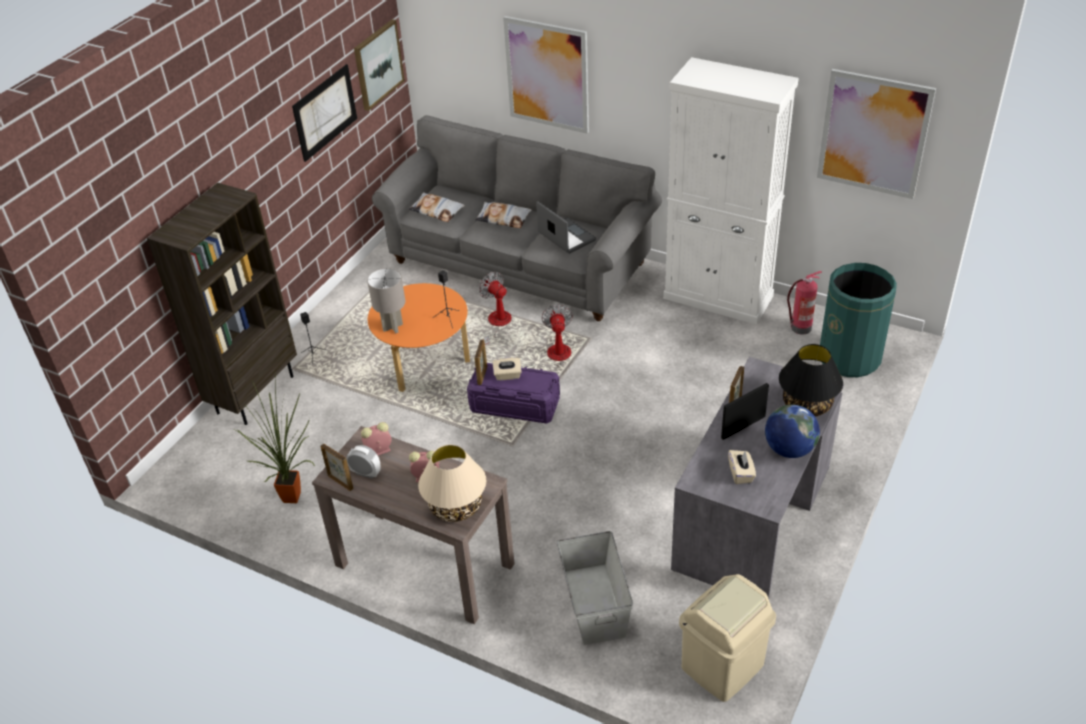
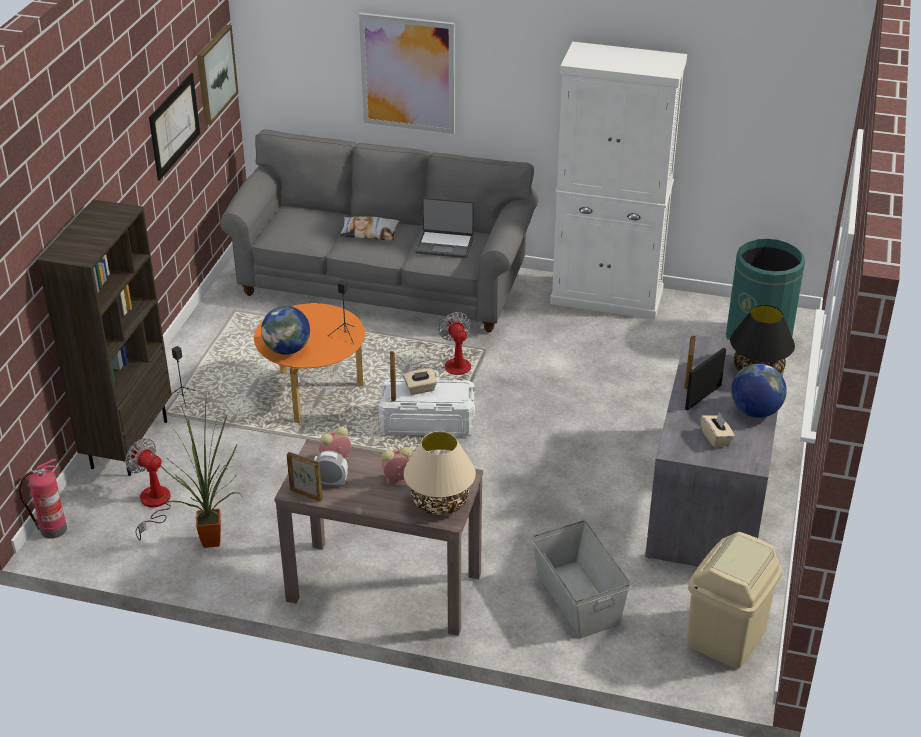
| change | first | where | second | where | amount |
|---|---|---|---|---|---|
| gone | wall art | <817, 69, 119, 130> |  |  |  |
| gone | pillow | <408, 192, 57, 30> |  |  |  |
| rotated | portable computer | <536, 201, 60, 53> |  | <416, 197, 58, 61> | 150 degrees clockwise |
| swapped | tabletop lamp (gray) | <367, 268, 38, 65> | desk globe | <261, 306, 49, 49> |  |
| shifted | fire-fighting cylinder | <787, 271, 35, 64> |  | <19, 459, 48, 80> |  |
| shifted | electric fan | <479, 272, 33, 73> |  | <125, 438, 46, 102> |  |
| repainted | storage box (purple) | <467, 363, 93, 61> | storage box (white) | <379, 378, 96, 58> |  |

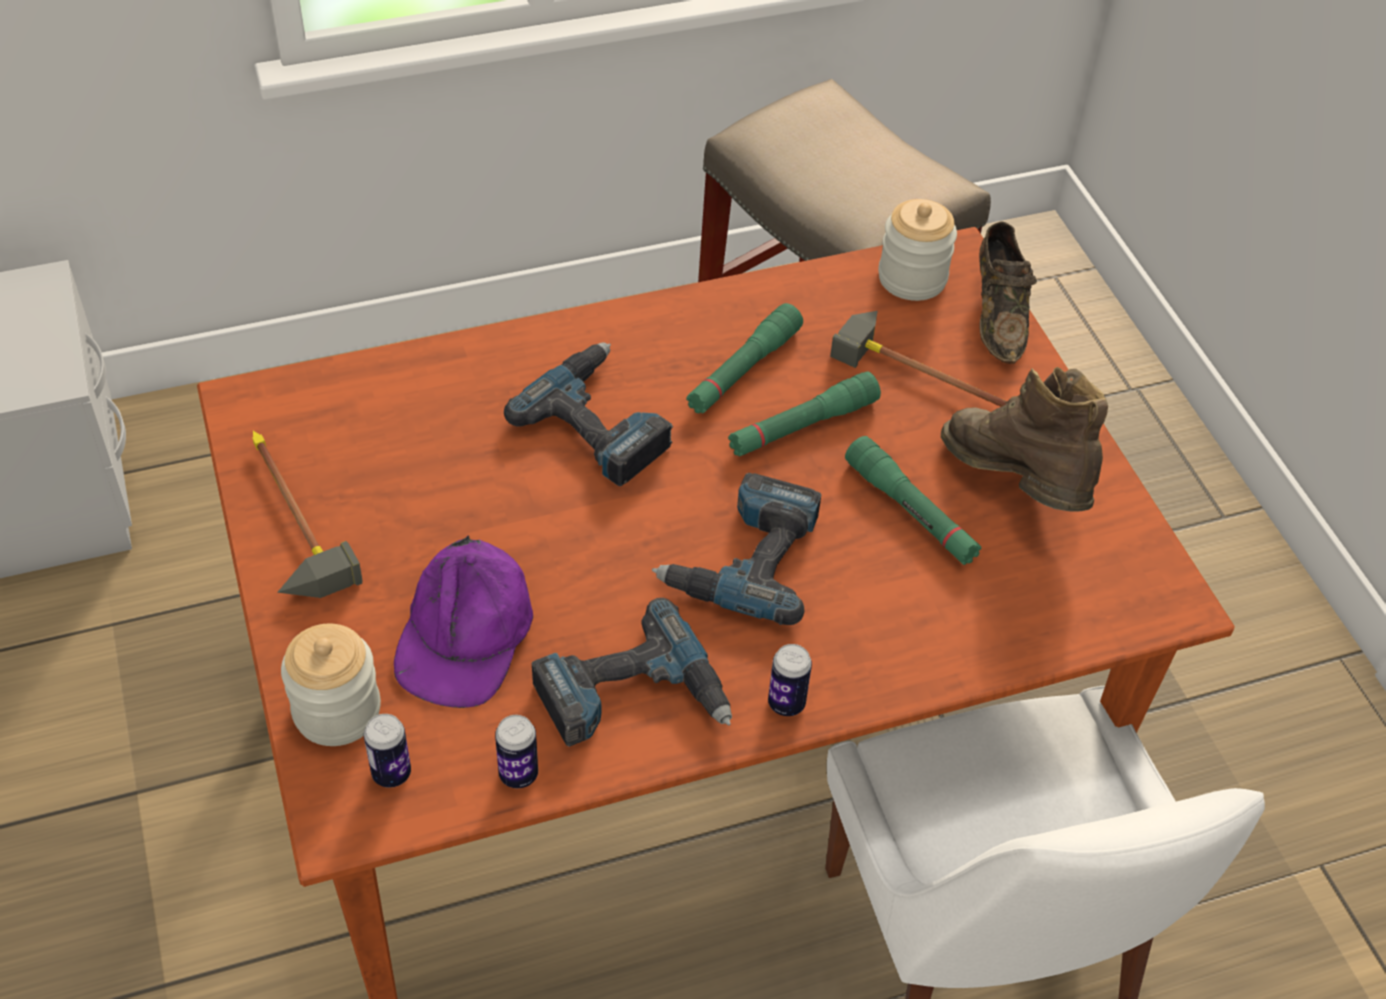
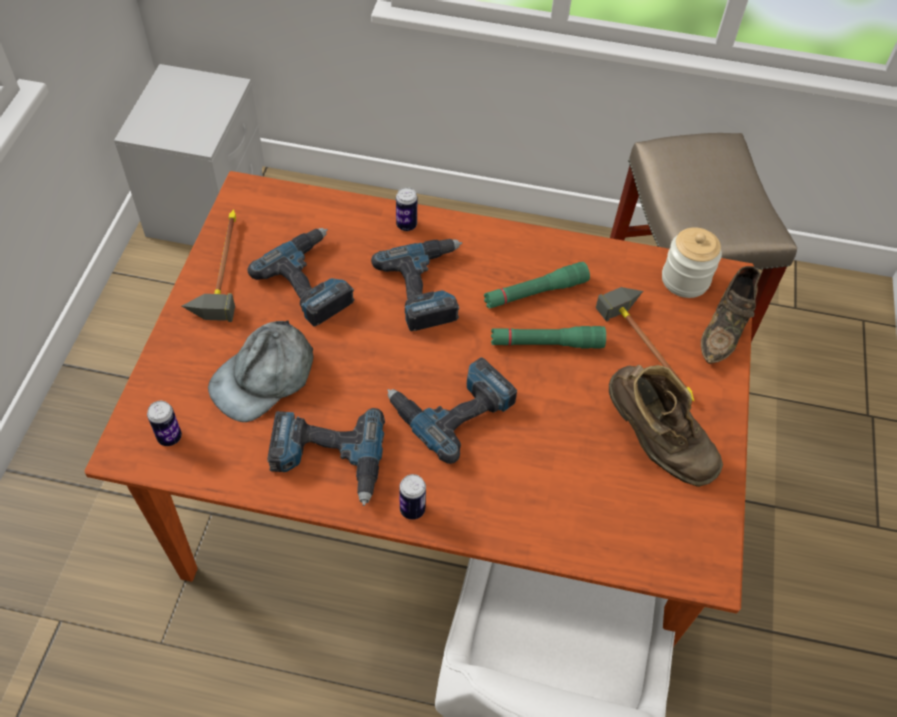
| change | first | where | second | where | amount |
|---|---|---|---|---|---|
| rotated | boot (brown) | <941, 367, 167, 145> |  | <609, 365, 114, 122> | 135 degrees clockwise |
| gone | hand torch (greenish) | <845, 436, 137, 129> |  |  |  |
| repainted | peaked cap (purple) | <394, 535, 139, 173> | peaked cap (gray) | <208, 320, 106, 102> |  |
| gone | storage jar | <281, 624, 100, 122> |  |  |  |
| shifted | can | <495, 715, 43, 73> |  | <396, 187, 21, 44> |  |
| new |  |  | power drill | <248, 228, 107, 99> |  |

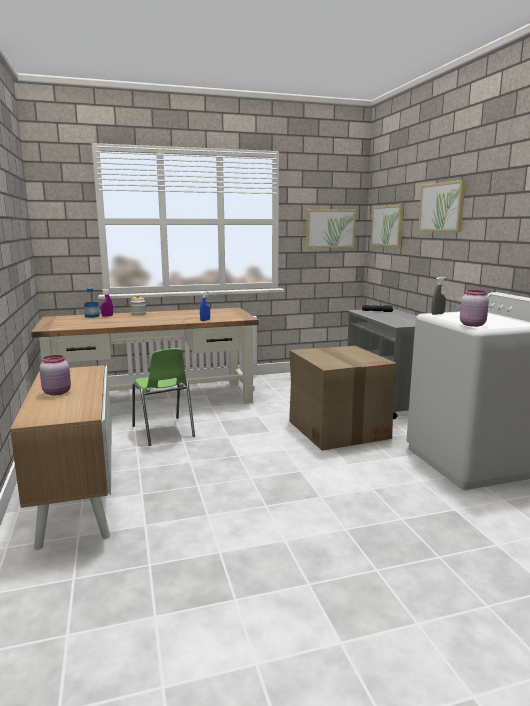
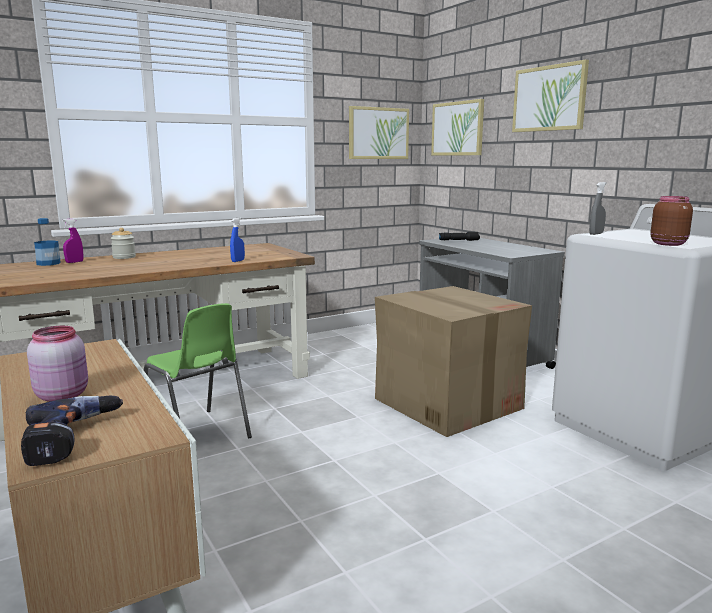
| change | first | where | second | where | amount |
|---|---|---|---|---|---|
| repainted | storage jar (pink) | <460, 290, 29, 37> | storage jar (brown) | <650, 196, 43, 50> |  |
| new |  |  | power drill | <21, 396, 102, 70> |  |

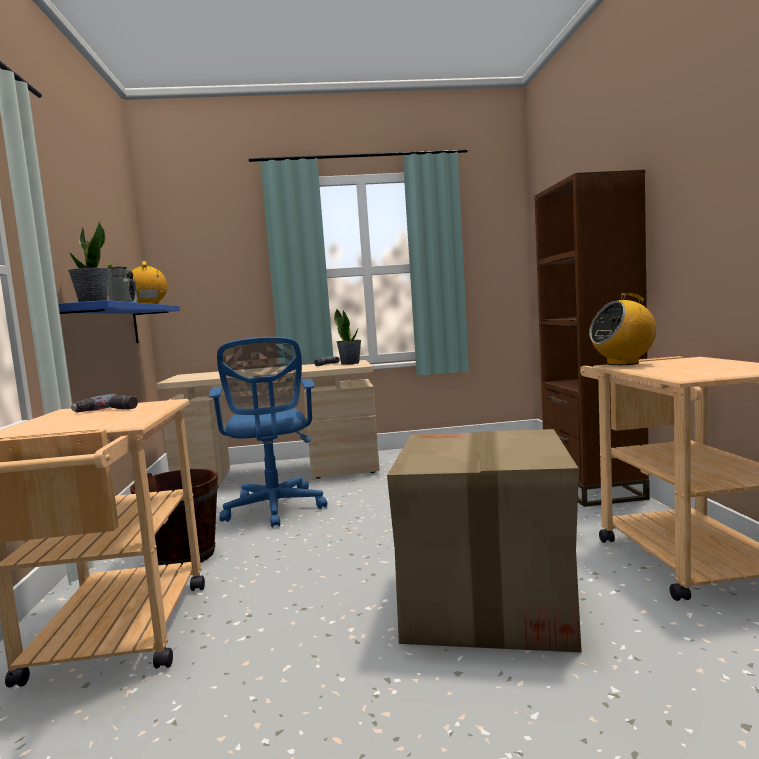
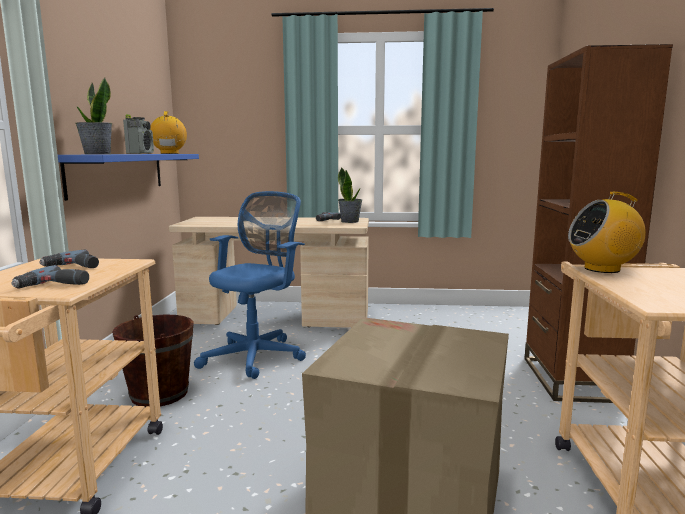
| change | first | where | second | where | amount |
|---|---|---|---|---|---|
| rotated | office chair (bluish) | <209, 337, 118, 191> |  | <194, 191, 112, 188> | 150 degrees counterclockwise |
| new |  |  | power drill | <11, 265, 78, 24> |  |

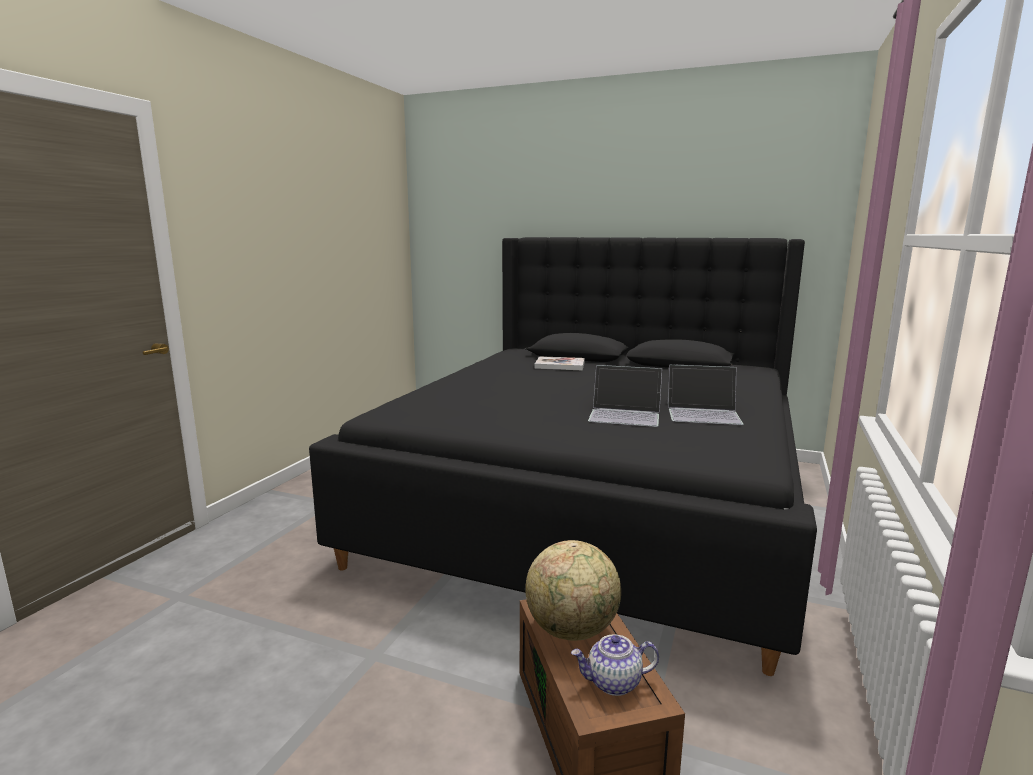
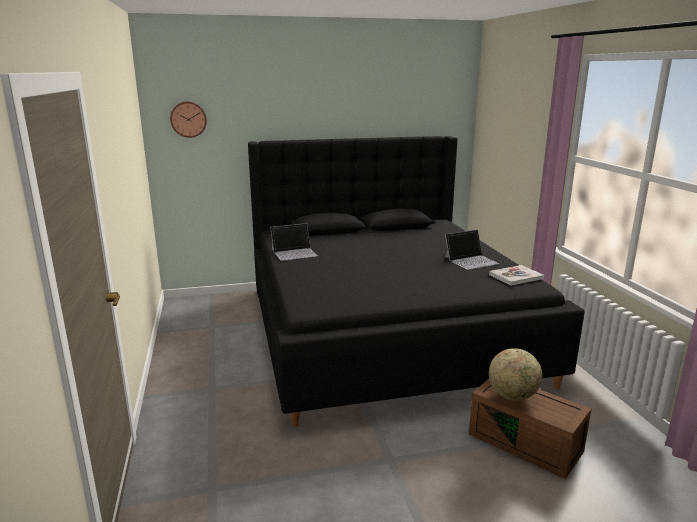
| change | first | where | second | where | amount |
|---|---|---|---|---|---|
| shifted | book | <534, 356, 51, 14> |  | <489, 265, 55, 21> |  |
| shifted | portable computer | <588, 365, 74, 62> |  | <270, 223, 48, 38> |  |
| gone | tea pot | <571, 634, 88, 62> |  |  |  |
| new |  |  | clock on the wall | <170, 101, 37, 37> |  |

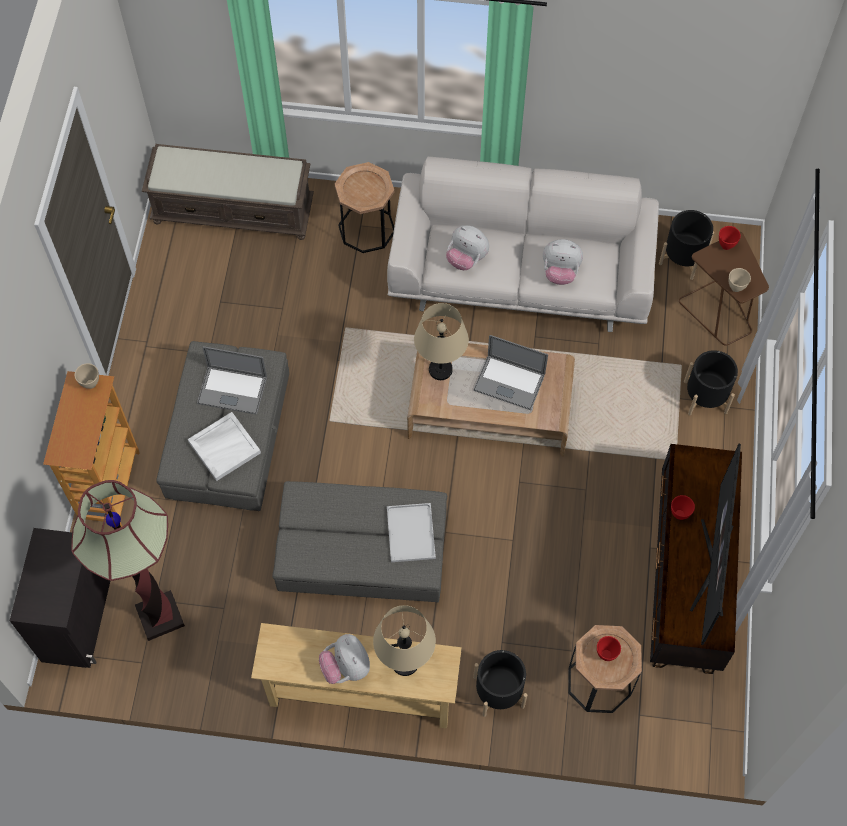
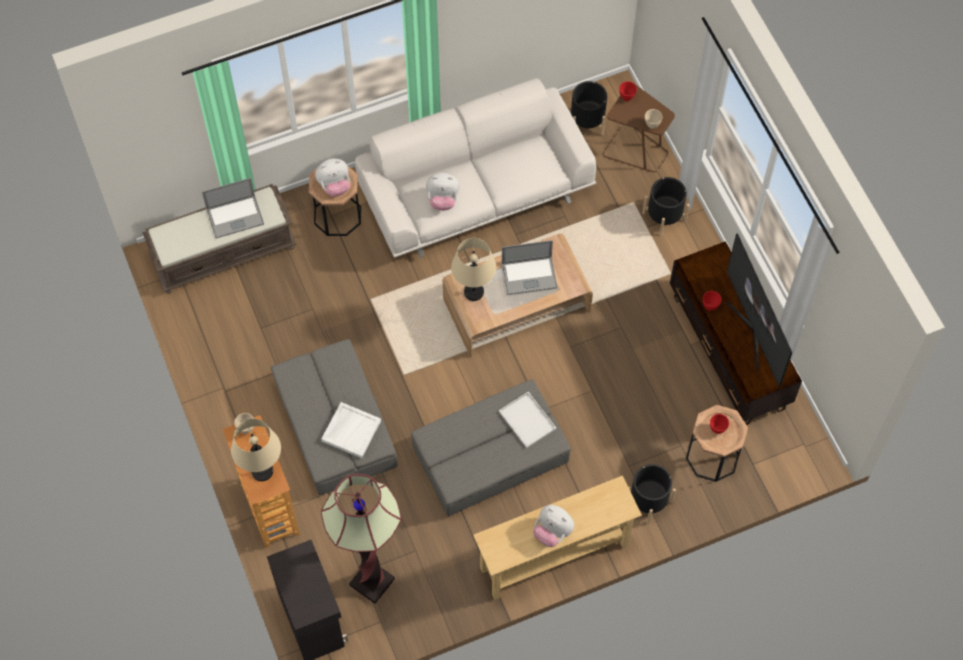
| change | first | where | second | where | amount |
|---|---|---|---|---|---|
| shifted | plush toy | <543, 239, 40, 46> |  | <315, 159, 35, 37> |  |
| shifted | portable computer | <197, 346, 70, 68> |  | <202, 178, 62, 60> |  |
| shifted | tabletop lamp (beige-coloured) | <373, 605, 63, 71> |  | <231, 418, 50, 63> |  |

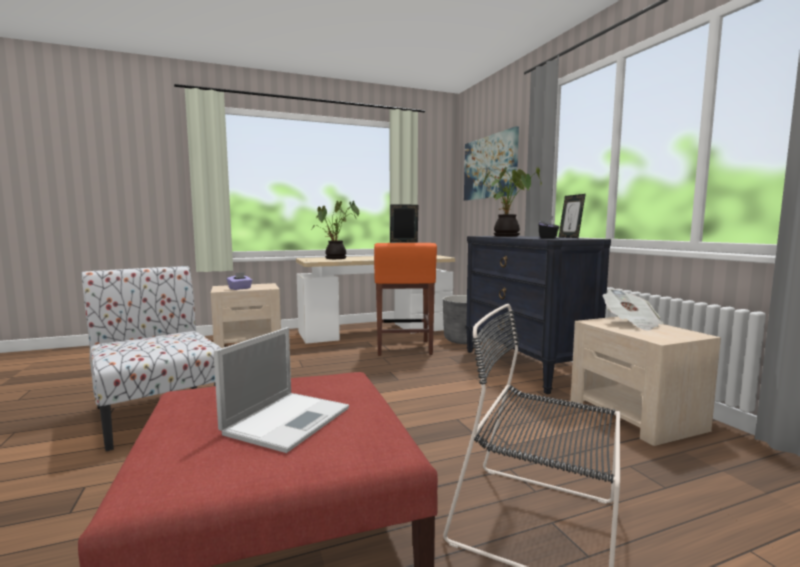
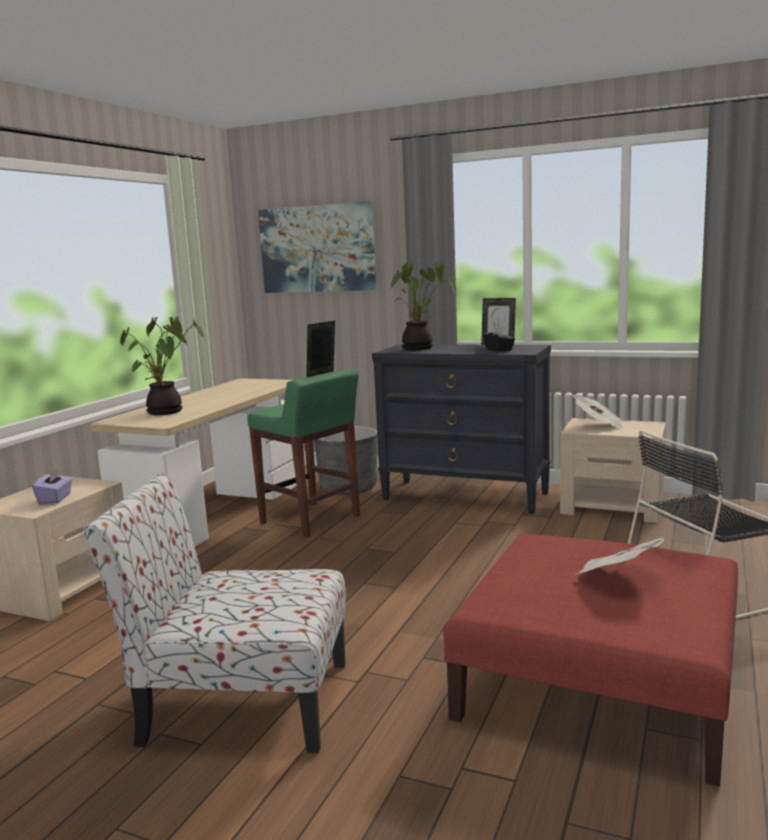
| change | first | where | second | where | amount |
|---|---|---|---|---|---|
| repainted | sitting stool (orange-coloured) | <374, 243, 63, 113> | sitting stool (greenish) | <247, 369, 113, 169> |  |
| swapped | portable computer | <214, 327, 135, 126> | daily paper | <575, 538, 89, 37> |  |

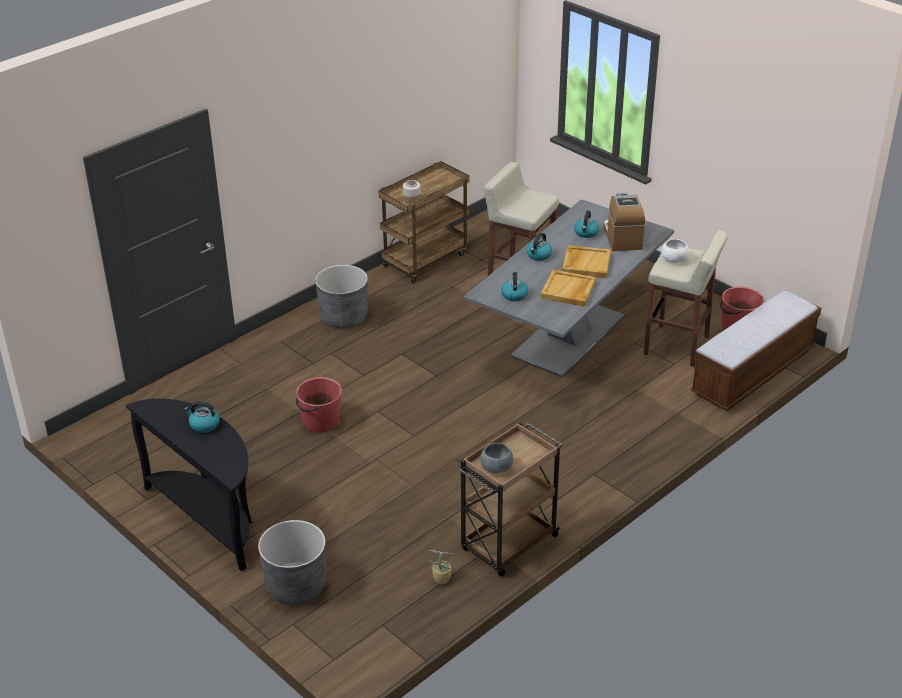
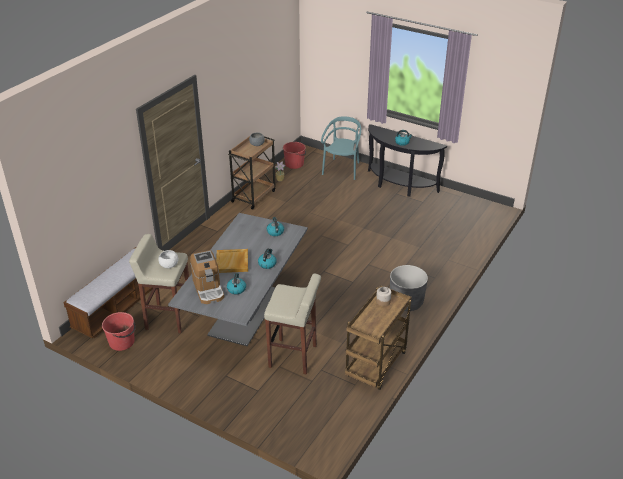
| change | first | where | second | where | amount |
|---|---|---|---|---|---|
| gone | carrying tray (beige-coloured) | <540, 270, 56, 37> |  |  |  |
| shifted | pail (reddish) | <296, 377, 46, 55> |  | <283, 142, 23, 27> |  |
| swapped | planter (gray) | <258, 520, 68, 84> | upright chair (turquoise-coloured) | <321, 116, 40, 64> |  |

